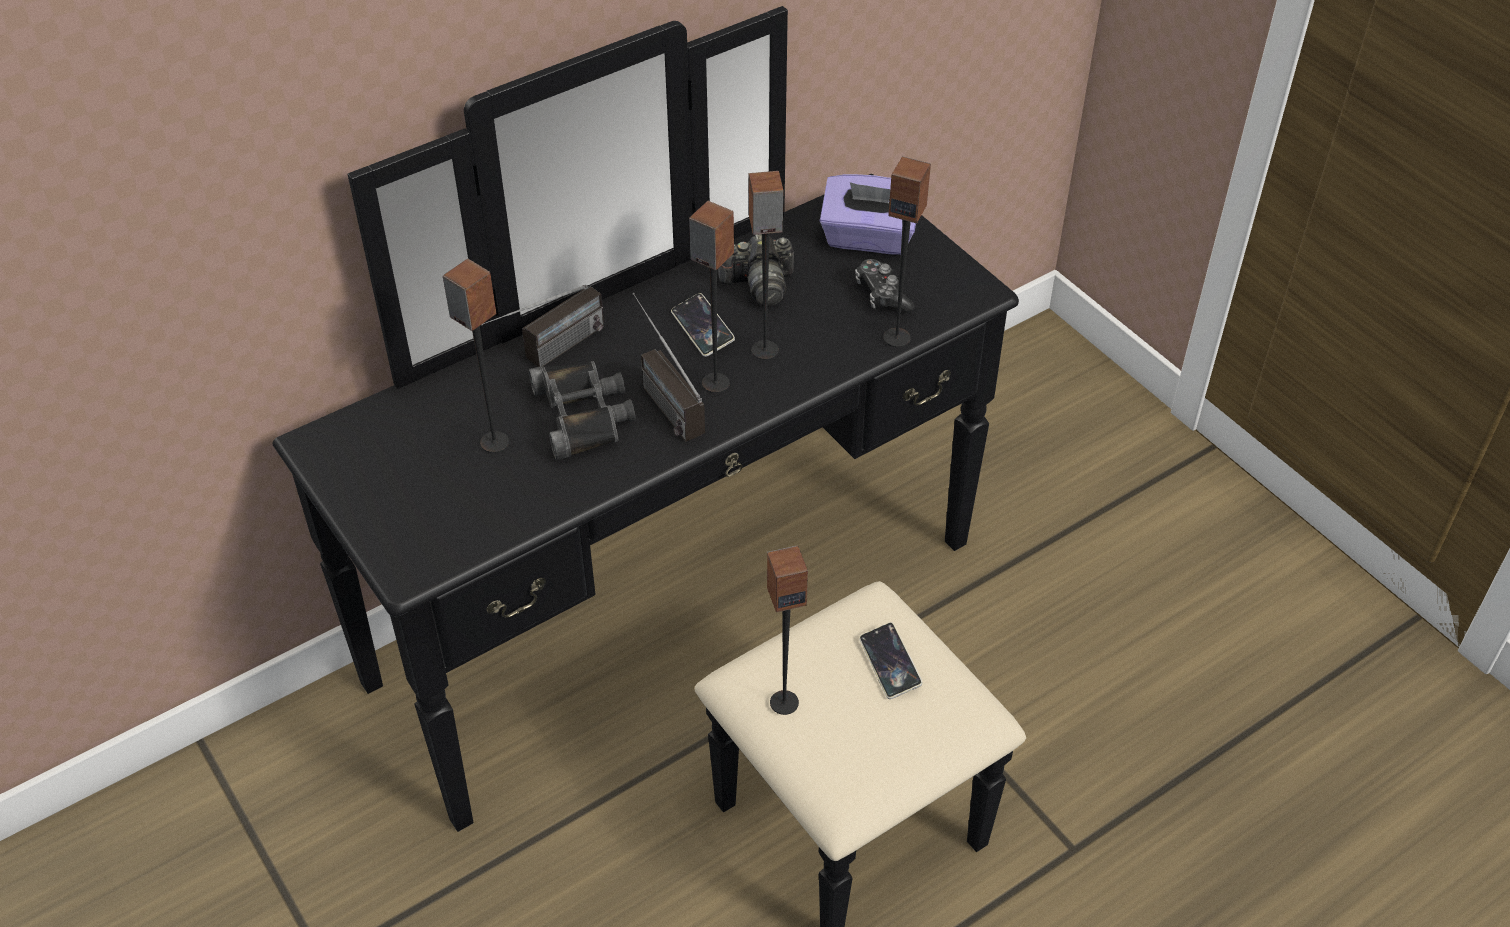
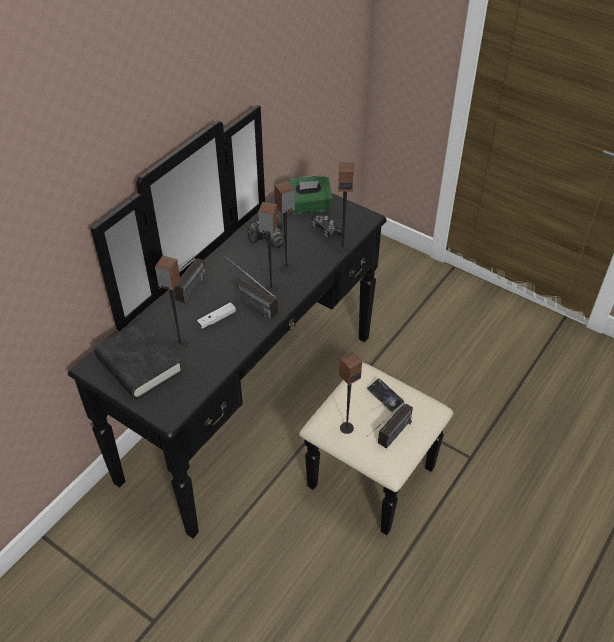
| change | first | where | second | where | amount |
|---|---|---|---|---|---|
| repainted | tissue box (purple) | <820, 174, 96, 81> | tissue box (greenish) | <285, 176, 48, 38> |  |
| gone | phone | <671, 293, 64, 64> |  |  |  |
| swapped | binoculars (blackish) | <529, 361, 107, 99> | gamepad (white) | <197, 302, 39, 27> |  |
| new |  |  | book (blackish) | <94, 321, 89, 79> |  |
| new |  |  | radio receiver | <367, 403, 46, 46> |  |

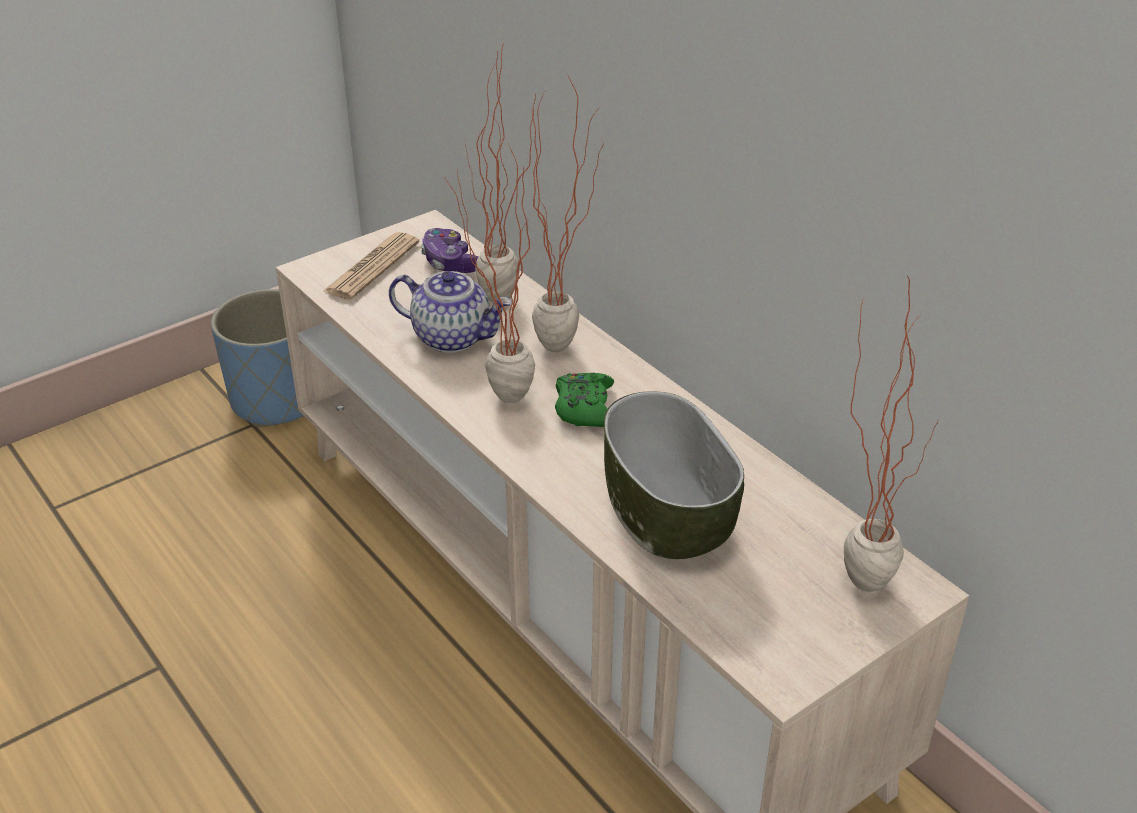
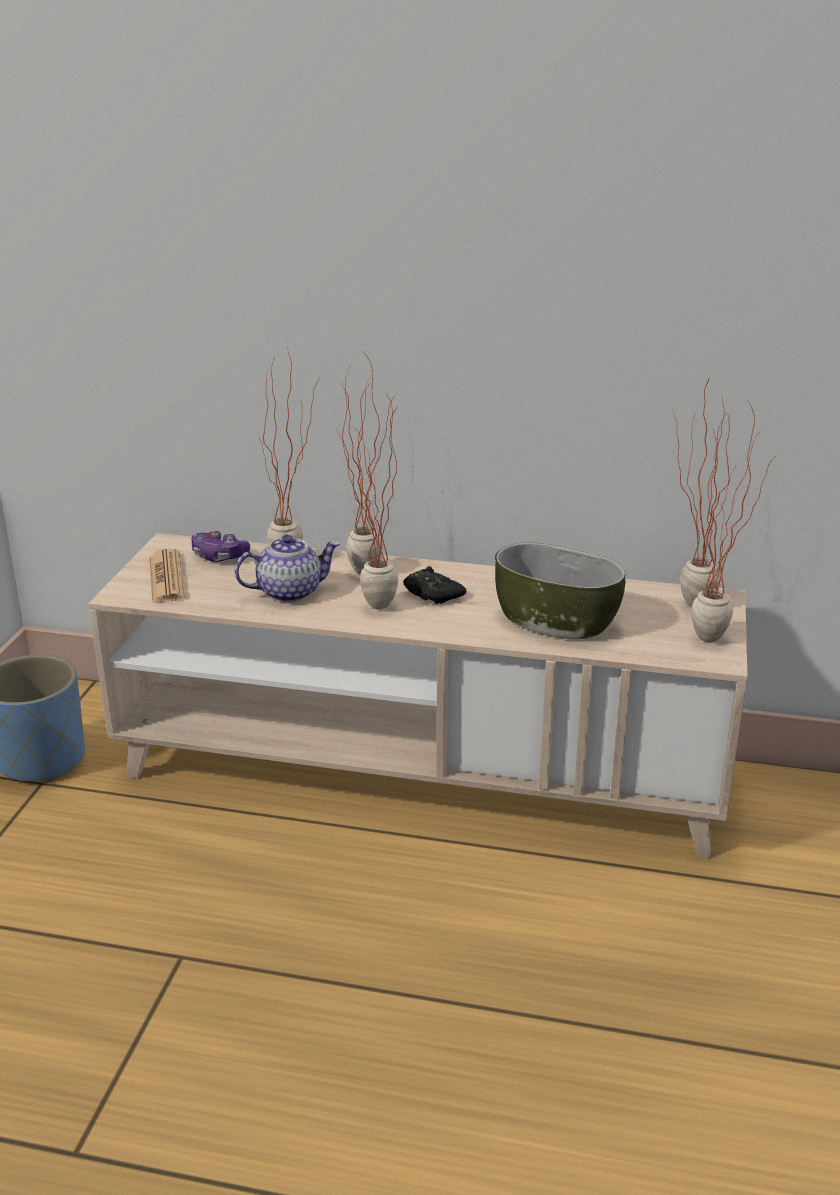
| change | first | where | second | where | amount |
|---|---|---|---|---|---|
| repainted | gamepad (greenish) | <555, 373, 59, 54> | gamepad (blackish) | <403, 566, 63, 38> |  |
| new |  |  | plant in a pot | <691, 399, 85, 243> |  |

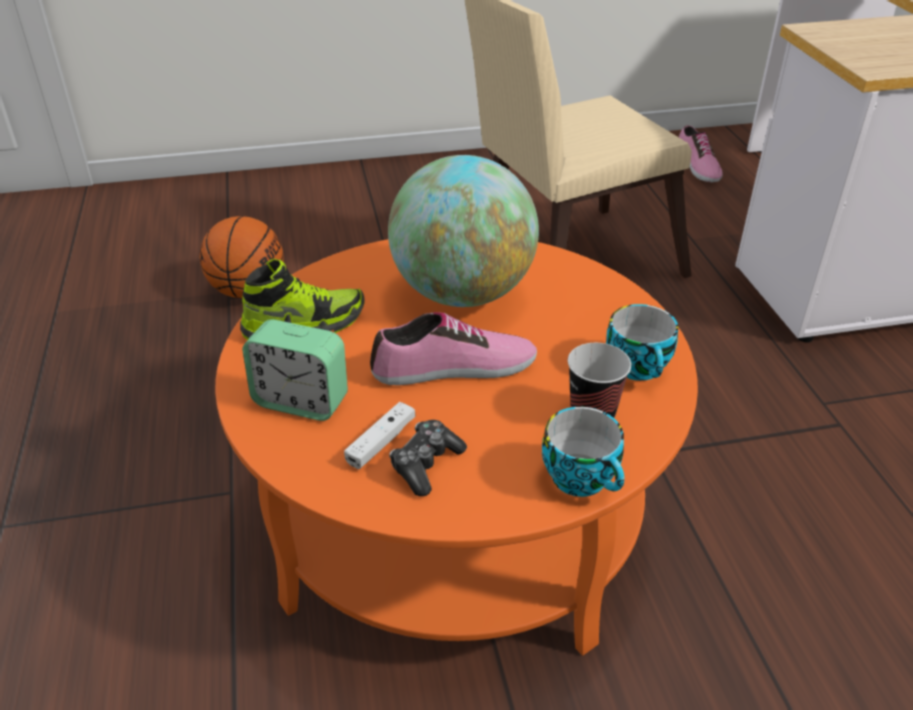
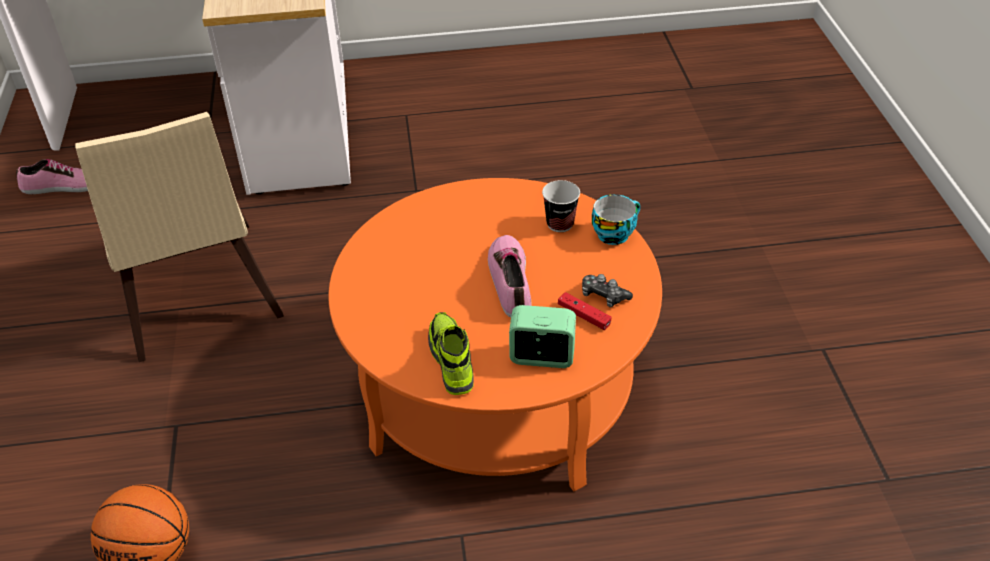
| change | first | where | second | where | amount |
|---|---|---|---|---|---|
| gone | desk globe | <388, 155, 151, 152> |  |  |  |
| gone | small cup | <606, 304, 72, 77> |  |  |  |
| rotated | alarm clock | <242, 319, 106, 102> |  | <509, 305, 67, 63> | 105 degrees counterclockwise |
| repainted | gamepad (white) | <344, 402, 72, 67> | gamepad (reddish) | <558, 292, 54, 38> |  |

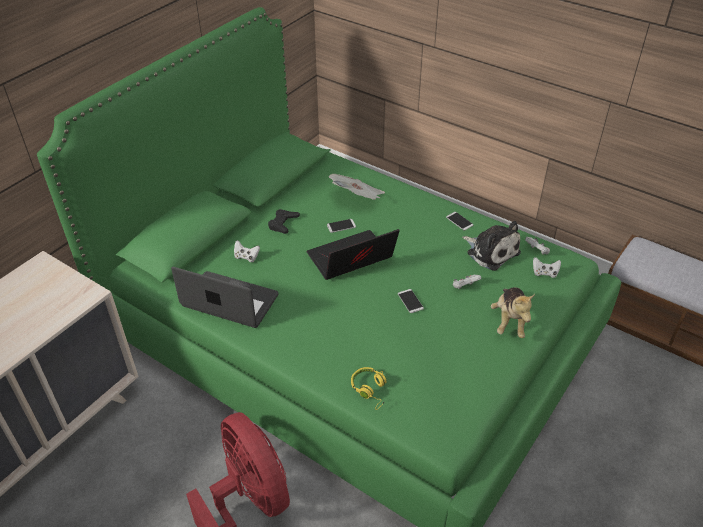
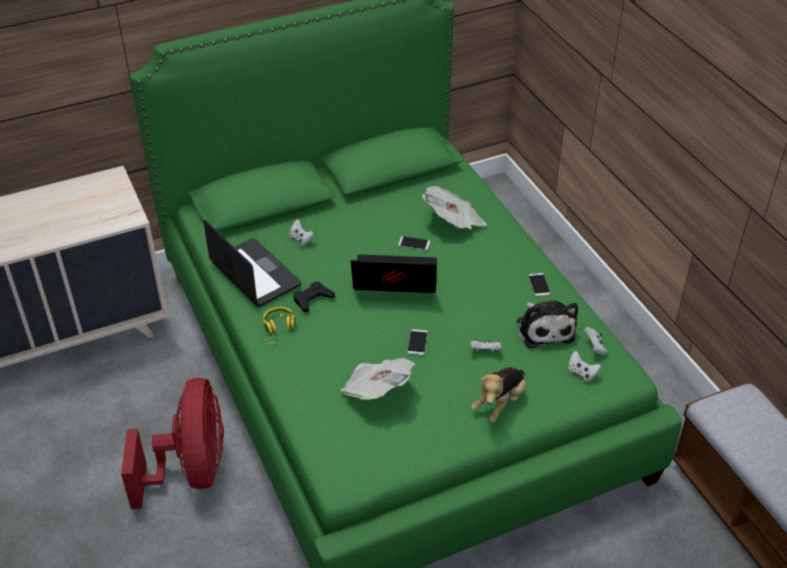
| change | first | where | second | where | amount |
|---|---|---|---|---|---|
| shifted | gamepad (blackish) | <268, 209, 32, 25> |  | <293, 281, 42, 31> |  |
| shifted | headphones (yellowish) | <351, 367, 35, 43> |  | <263, 307, 32, 37> |  |
| new |  |  | daily paper | <340, 358, 75, 42> |  |

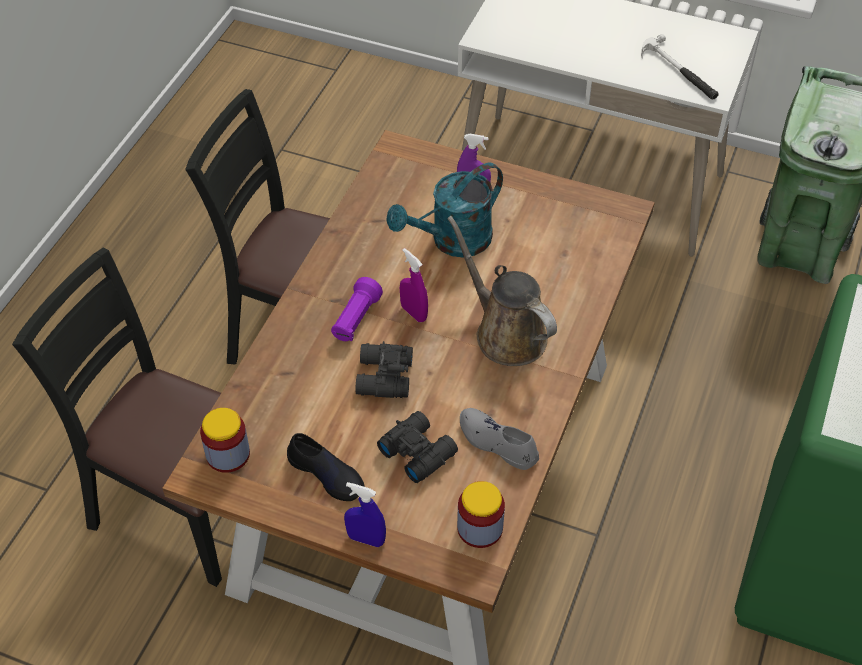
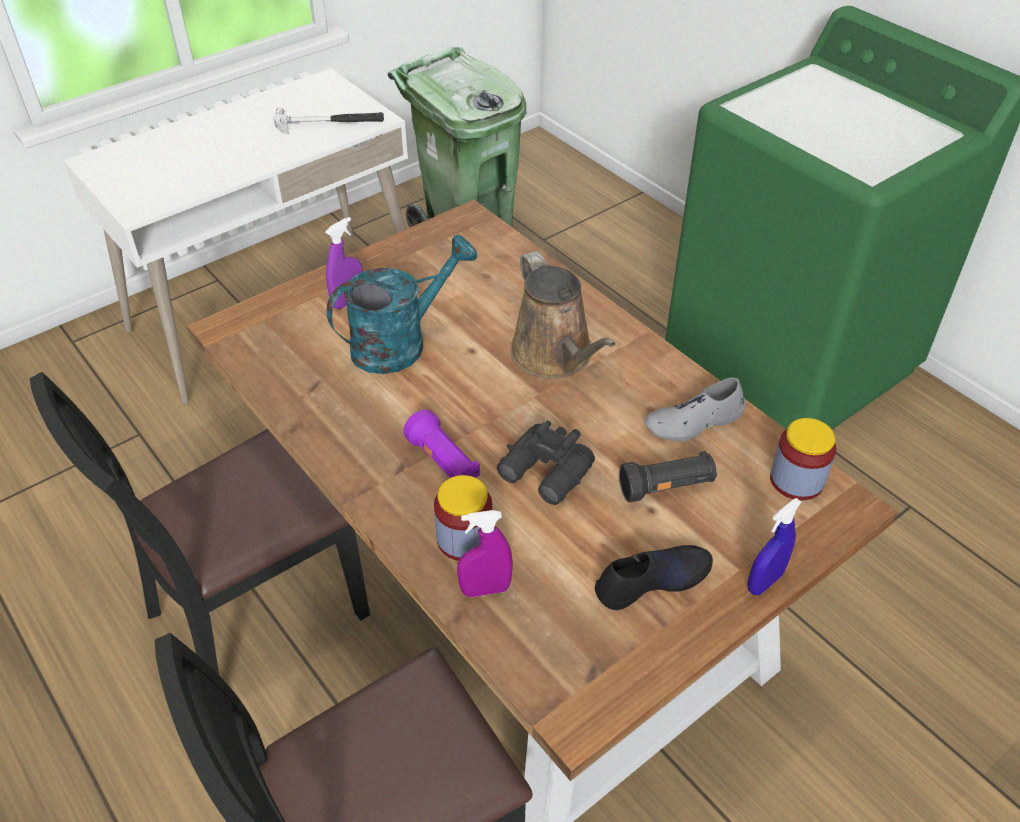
| change | first | where | second | where | amount |
|---|---|---|---|---|---|
| rotated | sprinkling can (turquoise-coloured) | <386, 163, 117, 95> |  | <326, 235, 151, 139> | 120 degrees counterclockwise |
| rotated | sprinkling can (brown) | <447, 216, 110, 150> |  | <510, 251, 106, 128> | 105 degrees counterclockwise |
| shifted | sprayer (purple) | <400, 248, 28, 74> |  | <457, 510, 56, 87> |  |
| shifted | storage jar | <200, 408, 50, 65> |  | <434, 475, 59, 86> |  |
| swapped | binoculars (blackish) | <377, 411, 81, 72> | hand torch (blackish) | <619, 451, 98, 51> |  |

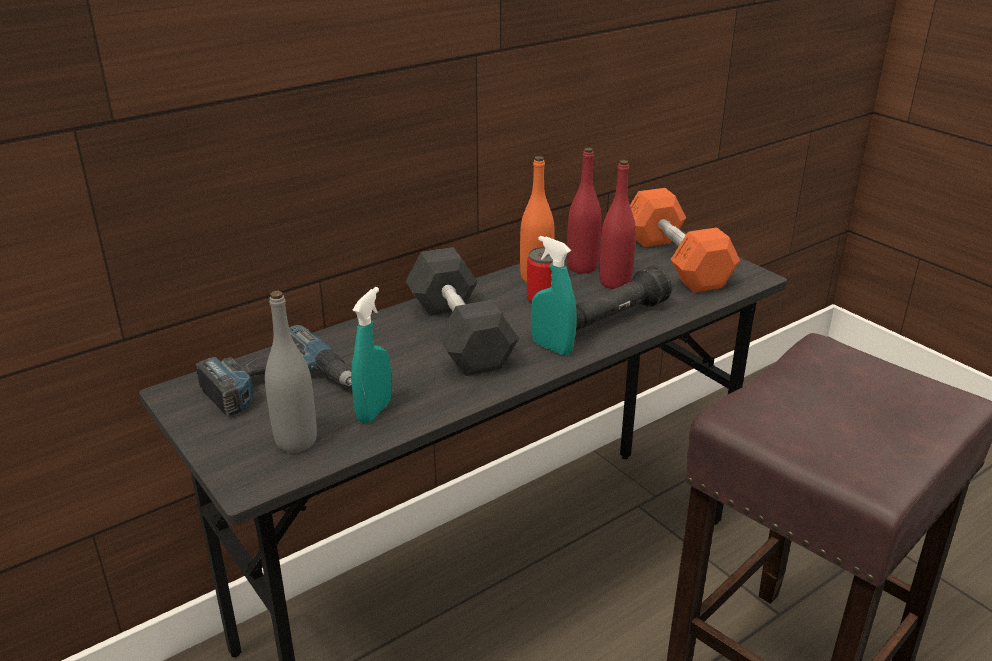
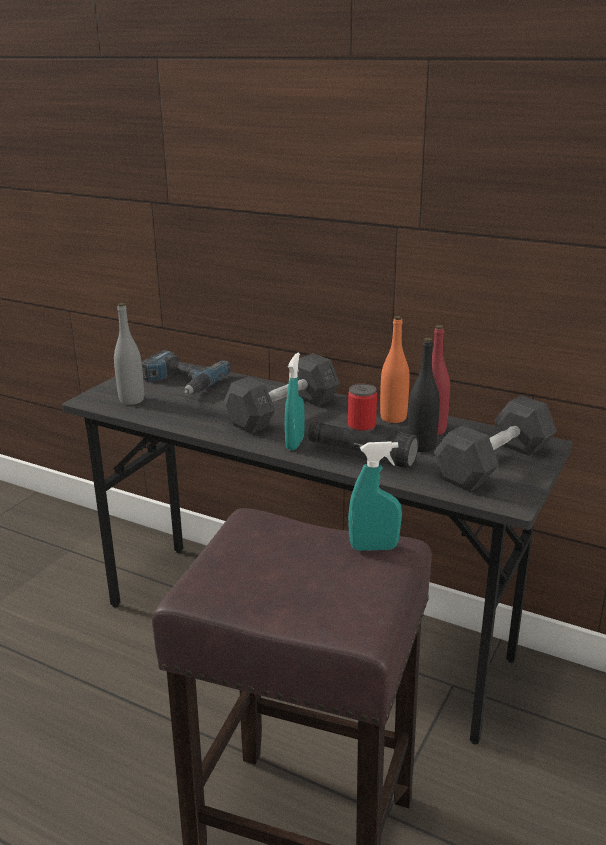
| change | first | where | second | where | amount |
|---|---|---|---|---|---|
| repainted | beverage bottle (reddish) | <599, 160, 37, 129> | beverage bottle (blackish) | <407, 338, 33, 114> |  |
| repainted | free weight (orange-coloured) | <630, 188, 110, 105> | free weight (gray) | <434, 395, 123, 96> |  |
| shifted | sprayer (turquoise-coloured) | <351, 287, 41, 136> |  | <348, 441, 54, 110> |  |

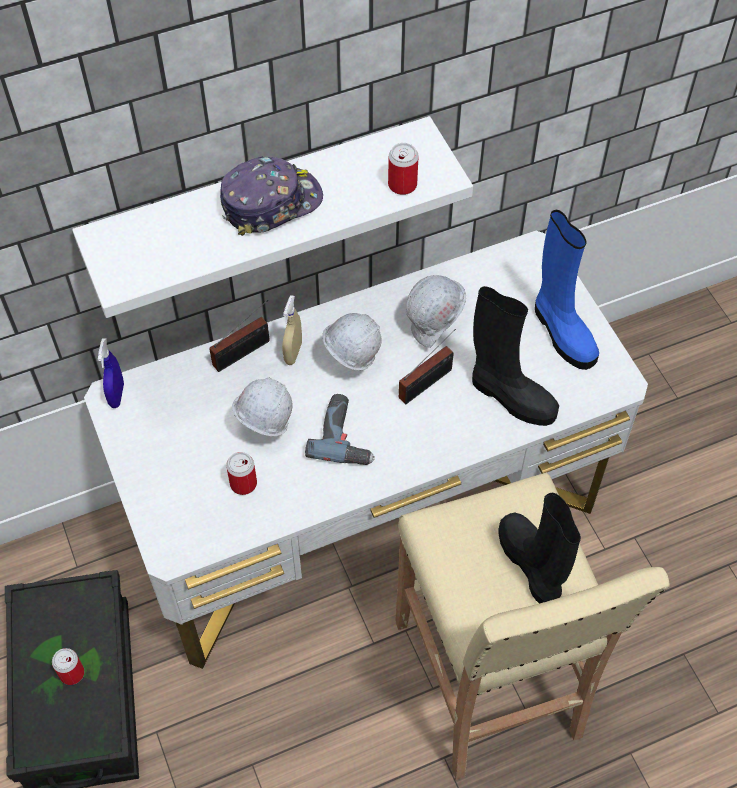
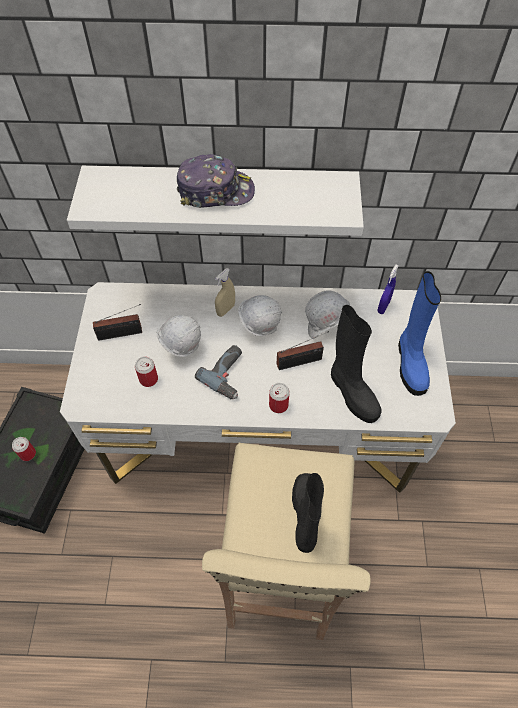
| change | first | where | second | where | amount |
|---|---|---|---|---|---|
| shifted | can | <388, 143, 31, 52> |  | <269, 383, 21, 30> |  |
| shifted | radio receiver | <209, 300, 61, 72> |  | <93, 304, 49, 36> |  |
| shifted | sprayer (bluish) | <98, 338, 26, 70> |  | <377, 265, 22, 49> |  |

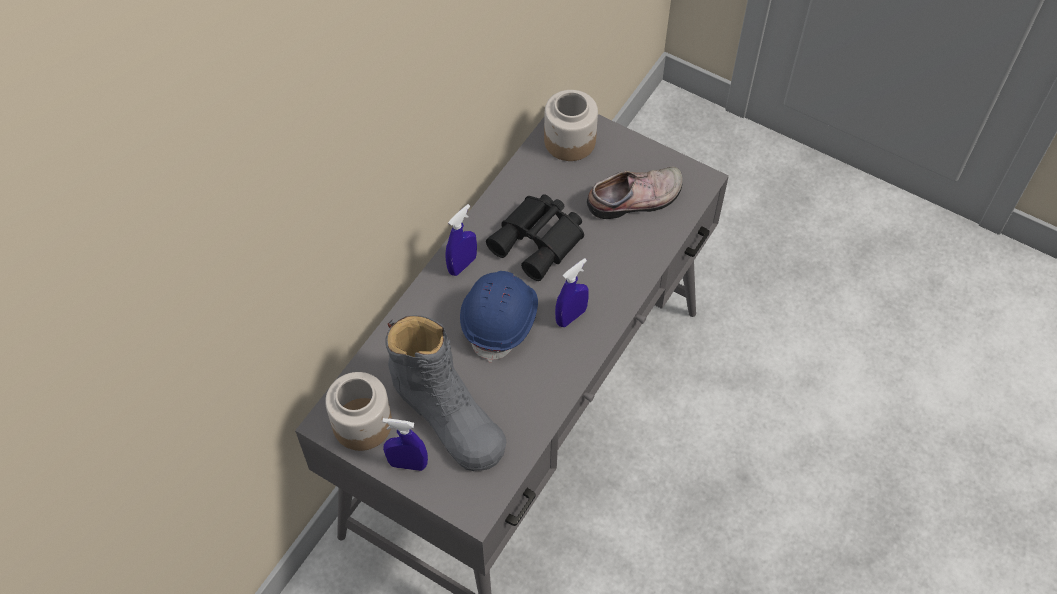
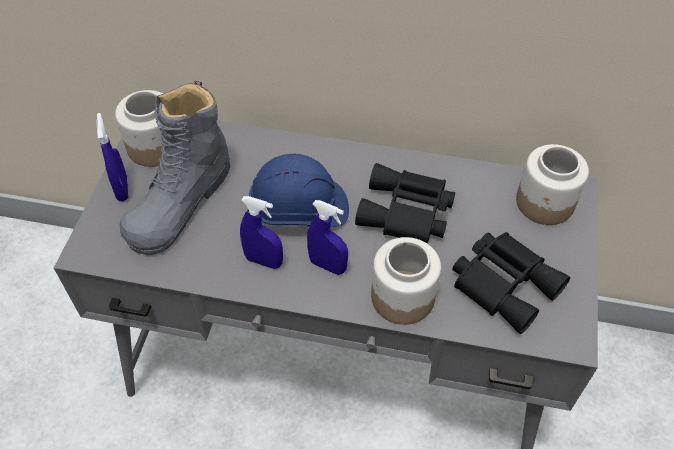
| change | first | where | second | where | amount |
|---|---|---|---|---|---|
| swapped | item of footwear | <587, 167, 96, 52> | binoculars (blackish) | <452, 232, 118, 102> |  |
| shifted | sprayer (bluish) | <446, 204, 31, 72> |  | <240, 196, 43, 73> |  |
| new |  |  | storage jar | <371, 237, 70, 88> |  |

